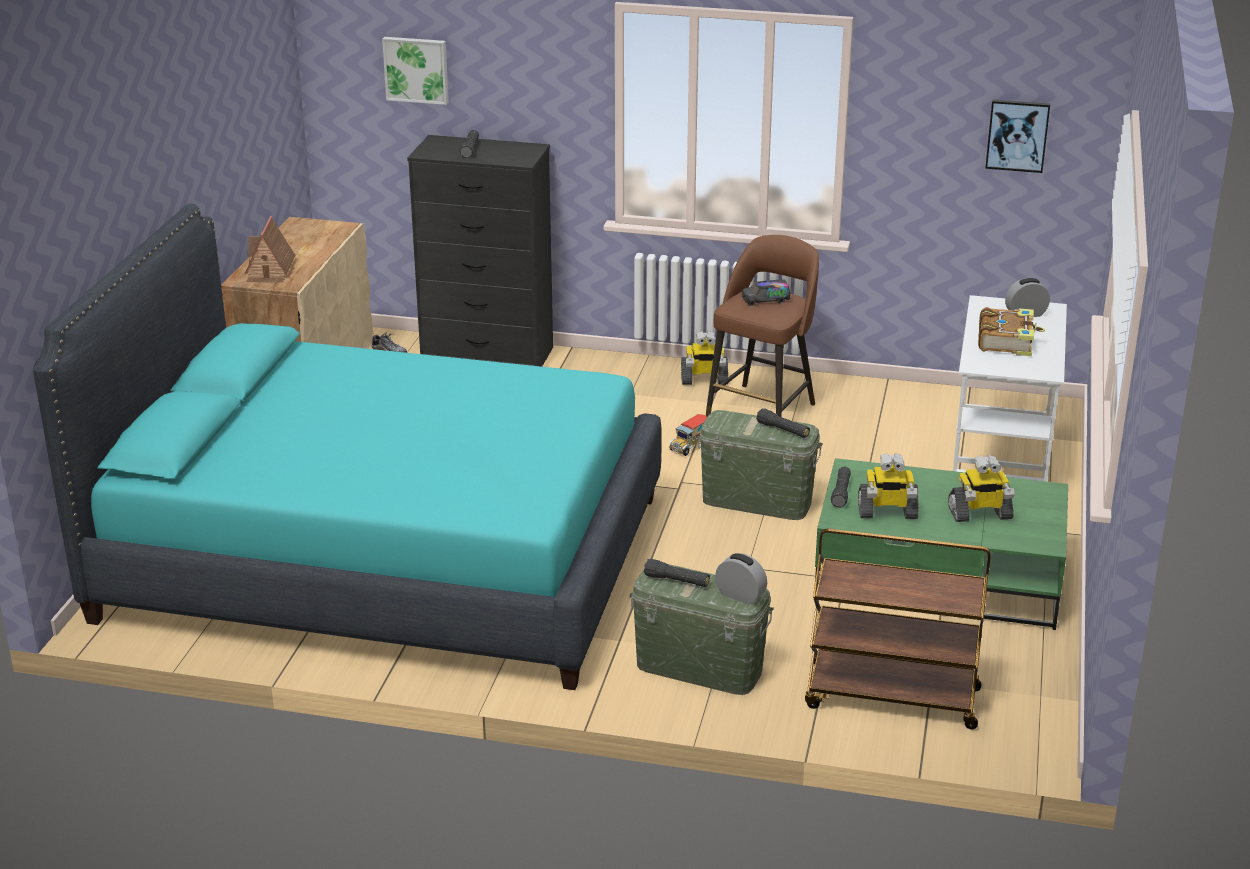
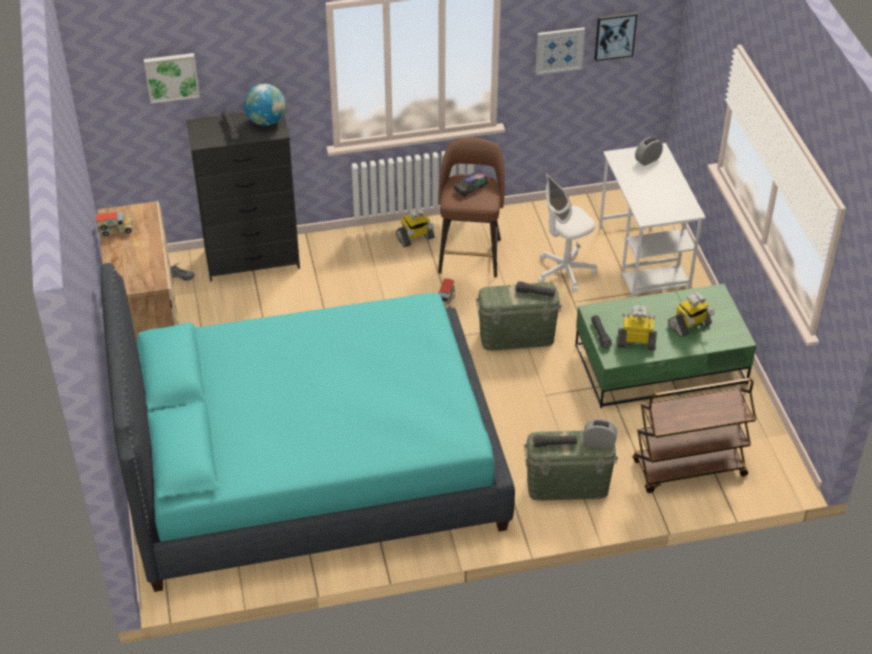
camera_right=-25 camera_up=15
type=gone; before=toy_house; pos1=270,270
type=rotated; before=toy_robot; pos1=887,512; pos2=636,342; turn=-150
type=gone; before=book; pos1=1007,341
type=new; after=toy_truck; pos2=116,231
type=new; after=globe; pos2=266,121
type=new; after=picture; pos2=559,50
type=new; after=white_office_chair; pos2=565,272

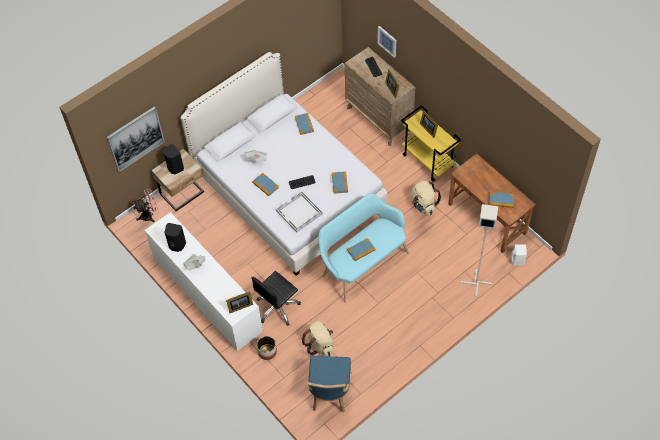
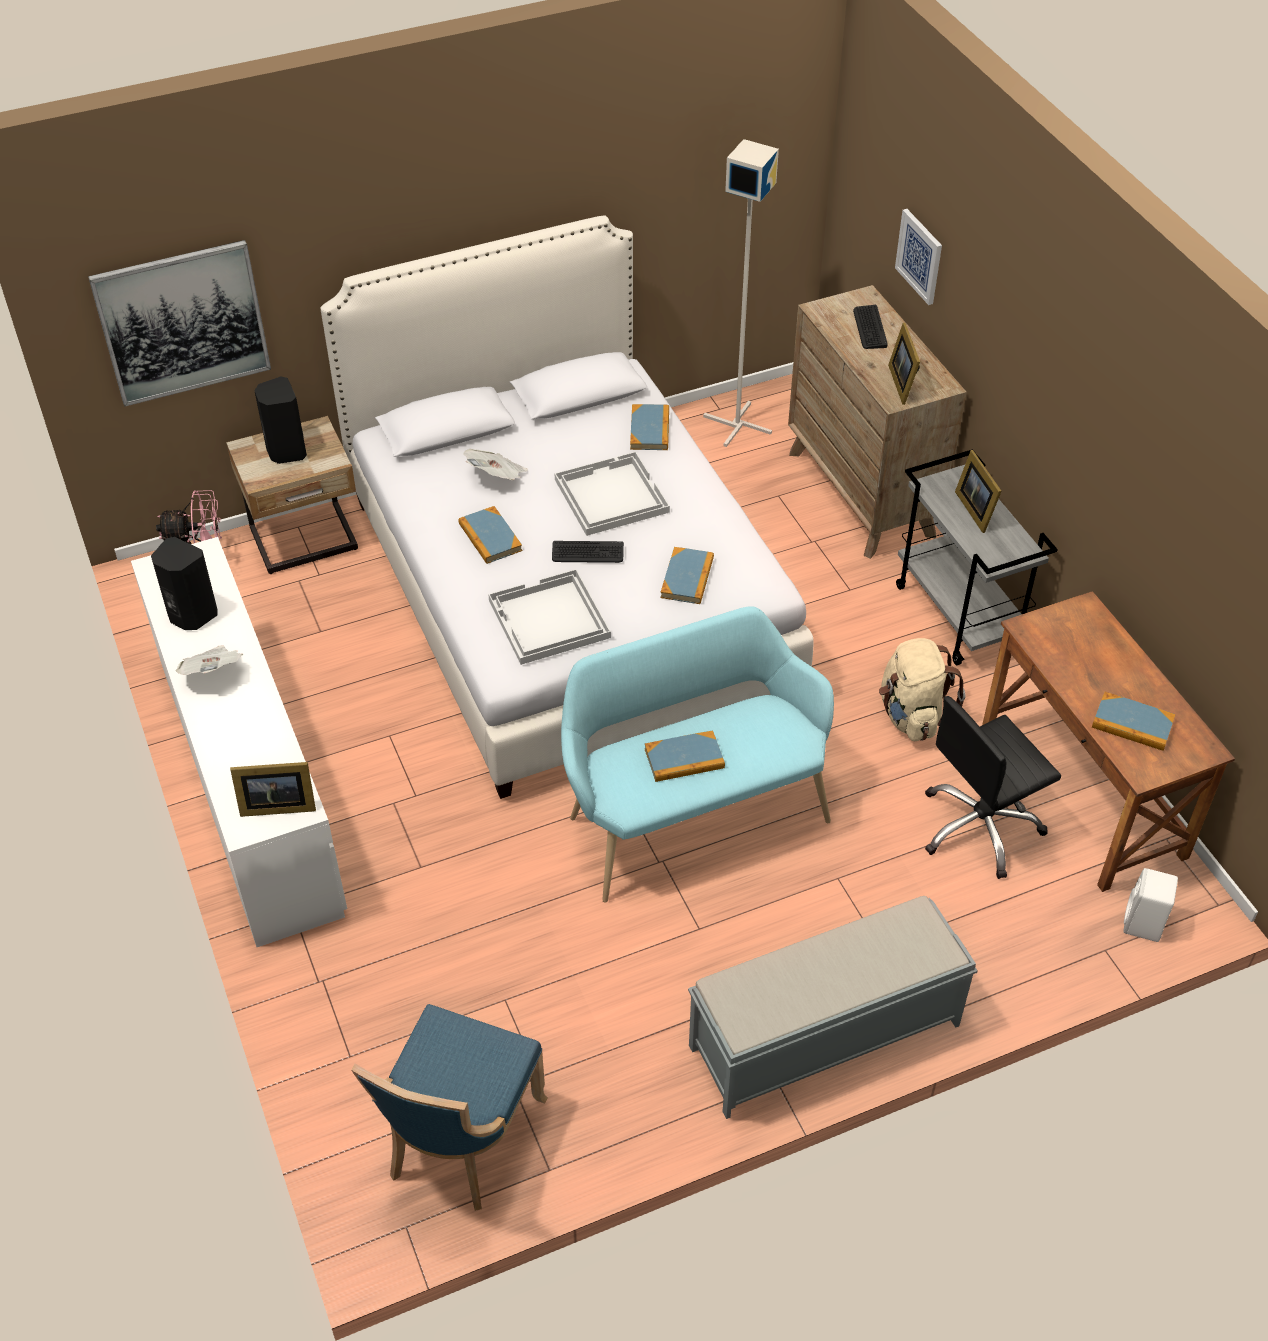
camera_right=15 camera_up=-10
type=shifted; before=black_office_chair; pos1=277,307; pos2=980,827
type=gone; before=planter; pos1=267,352
type=gone; before=beige_backpack; pos1=320,345
type=repainted; before=yellow_cart; after=grey_cart; pos1=428,161; pos2=960,615
type=shifted; before=grey_floor_lamp; pos1=476,282; pos2=737,424
type=new; after=white_tray; pos2=610,495
type=new; after=grey_bench; pos2=822,1036

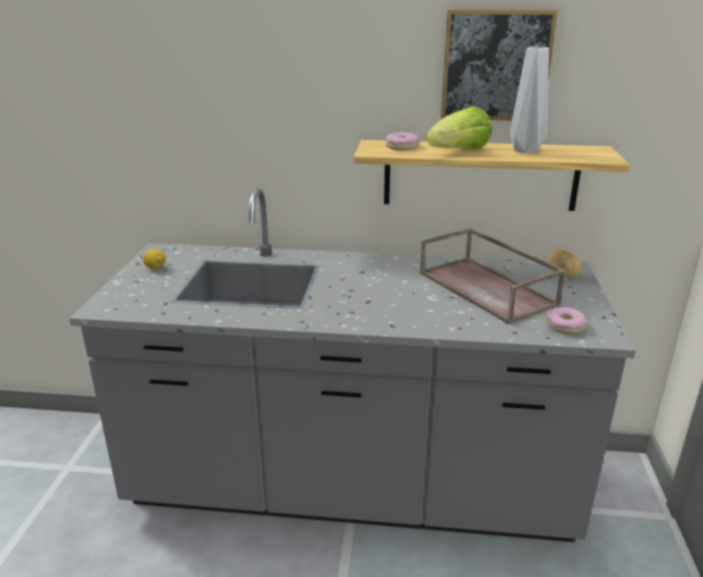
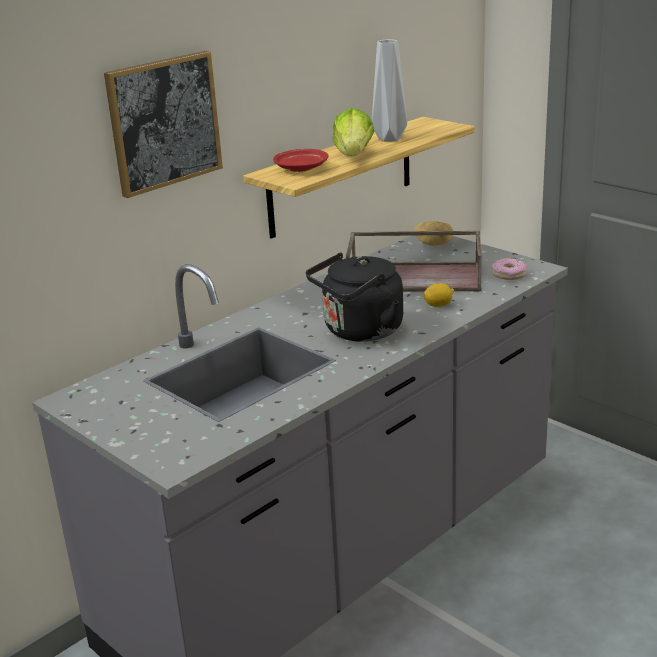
camera_right=-50 camera_up=0
type=shifted; before=lemon; pos1=155,268; pos2=438,305
type=swapped; before=donut; after=red_plate; pos1=402,147; pos2=301,168
type=shifted; before=picture; pos1=496,66; pos2=164,122
type=new; after=black_kettle; pos2=359,332

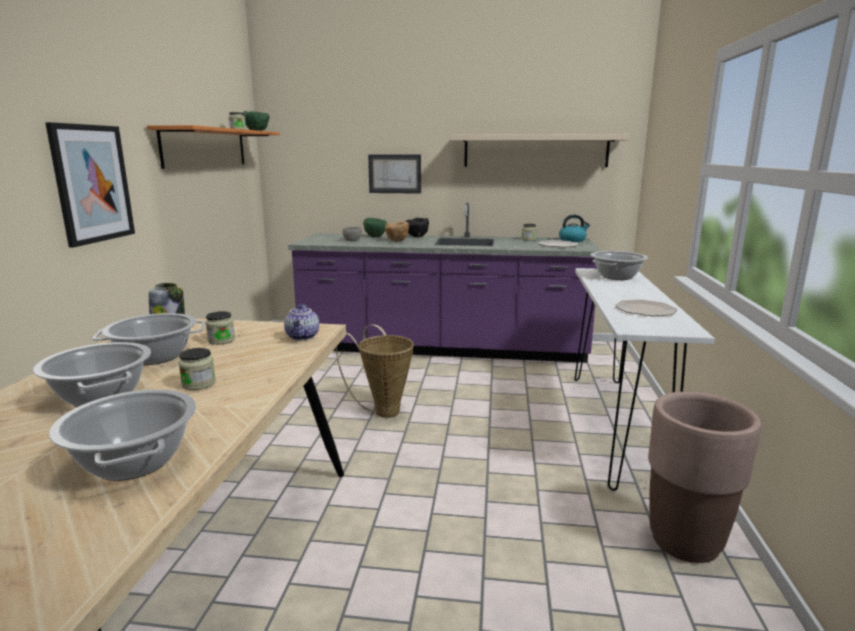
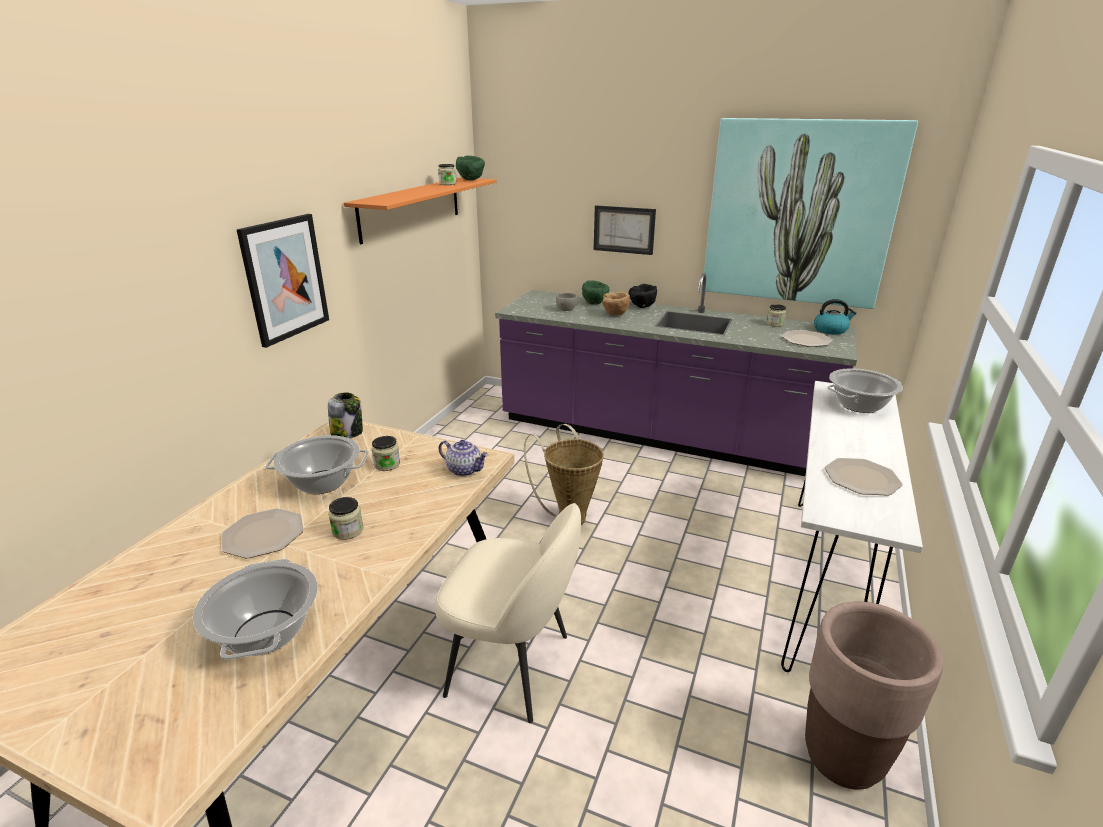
camera_right=15 camera_up=10
type=swapped; before=cooking_pot; after=plate; pos1=101,396; pos2=264,535
type=rotated; before=teapot; pos1=303,337; pos2=465,470; turn=-75
type=swapped; before=beige_shelf; after=picture; pos1=535,151; pos2=799,213
type=new; after=beige_chair; pos2=512,666

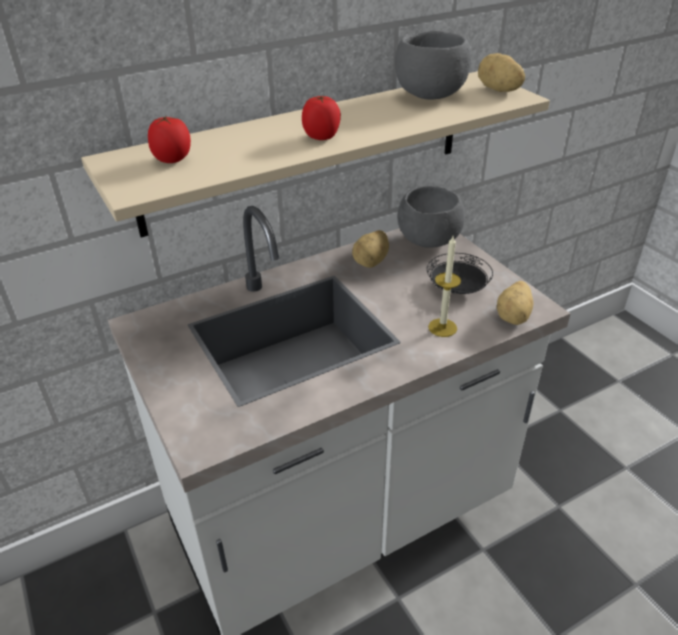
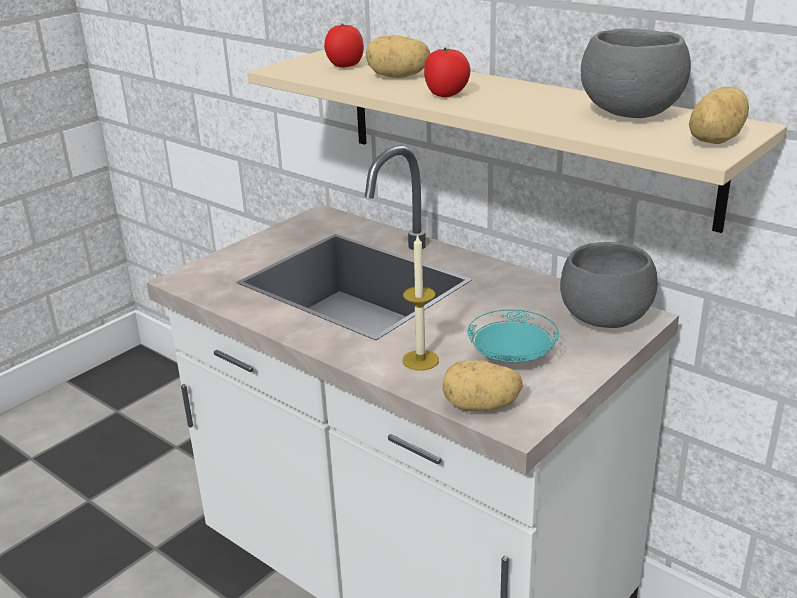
camera_right=70 camera_up=-10
type=shifted; before=potato; pos1=372,262; pos2=398,77
type=repainted; before=black_plate; after=turquoise_plate; pos1=457,288; pos2=512,357

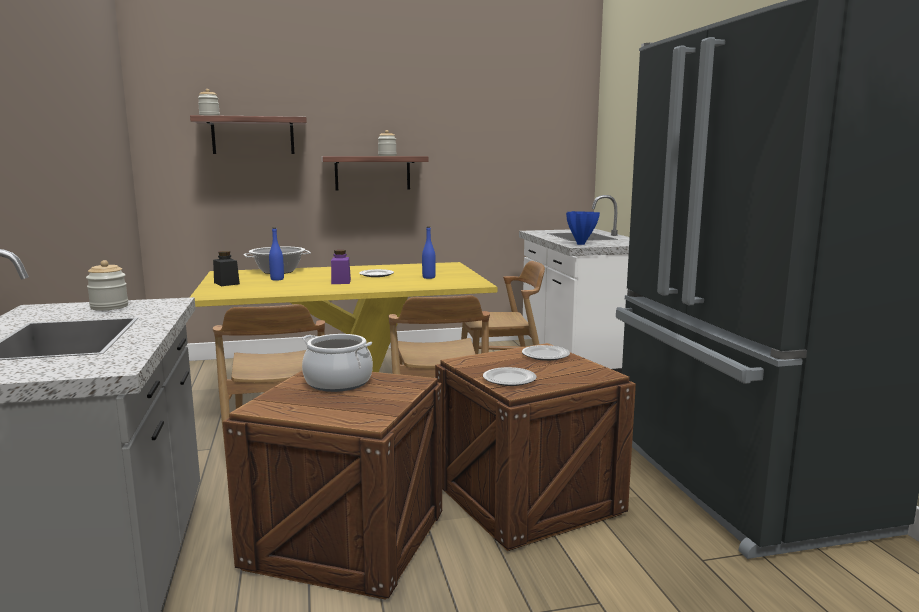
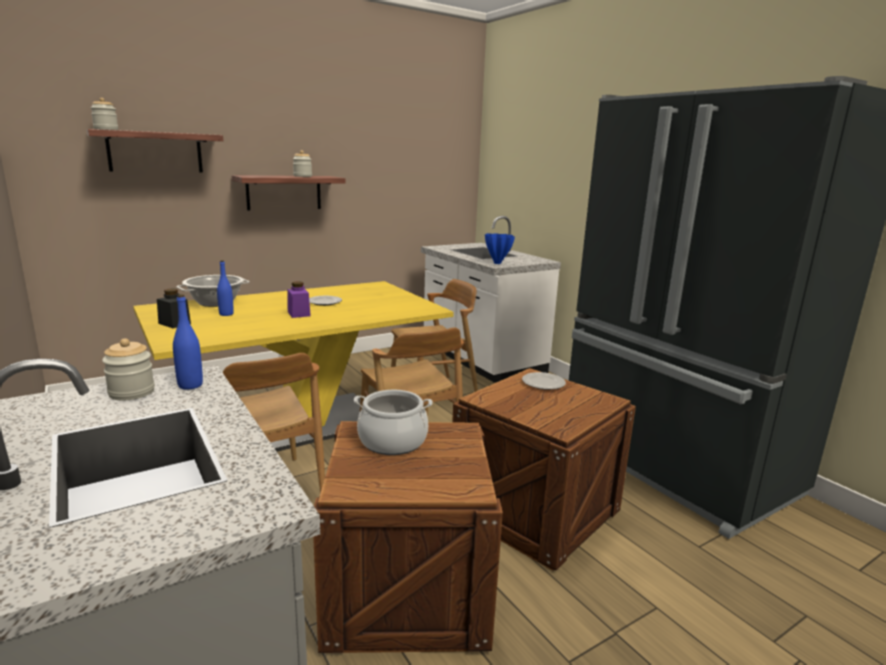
camera_right=-20 camera_up=5
type=shifted; before=blue_bottle; pos1=428,277; pos2=190,385
type=gone; before=plate; pos1=509,380

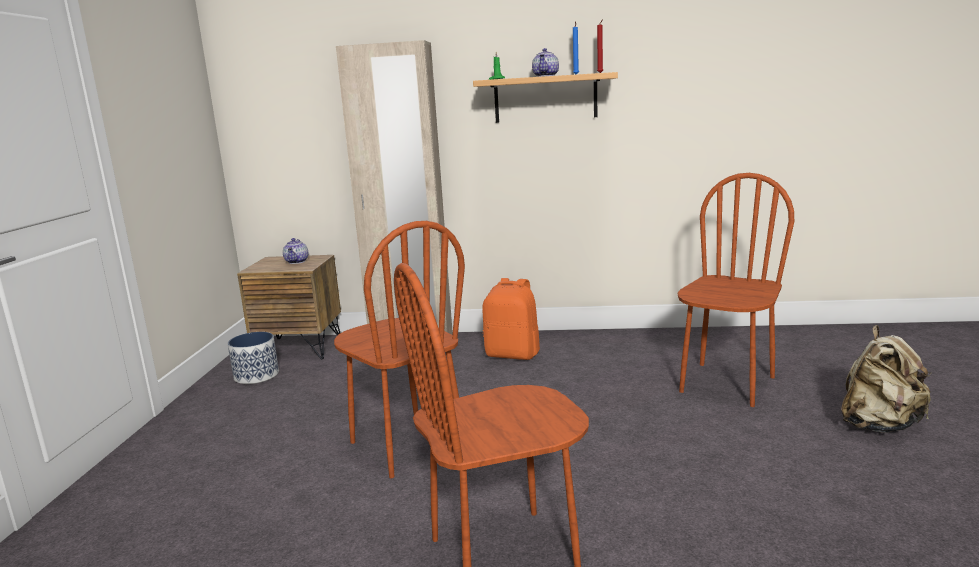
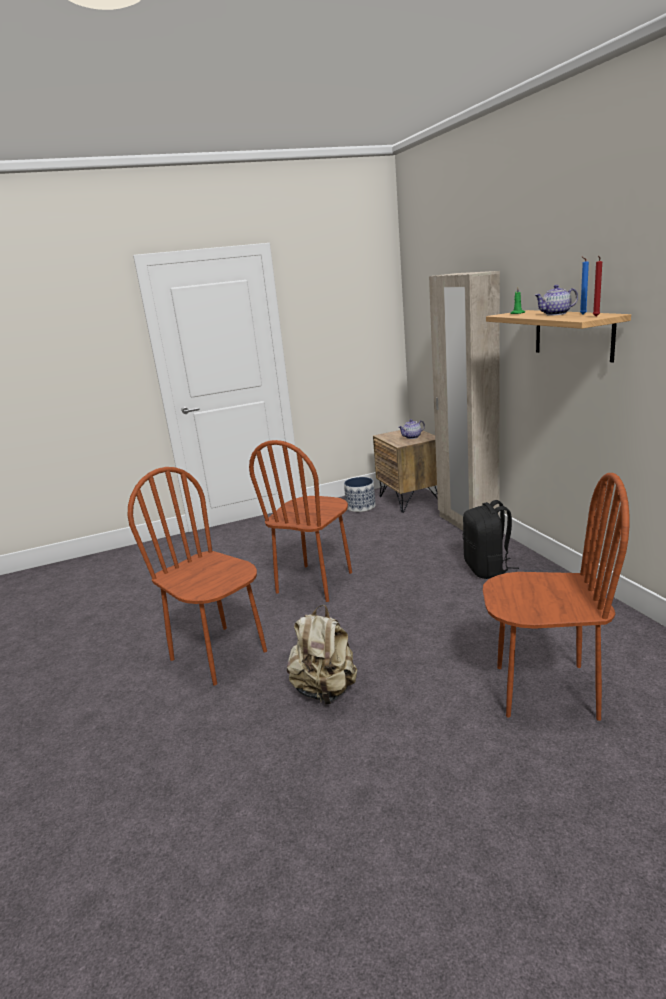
camera_right=65 camera_up=5
type=repainted; before=orange_backpack; after=black_backpack; pos1=513,354; pos2=487,569
type=shifted; before=beige_backpack; pos1=879,425; pos2=325,690

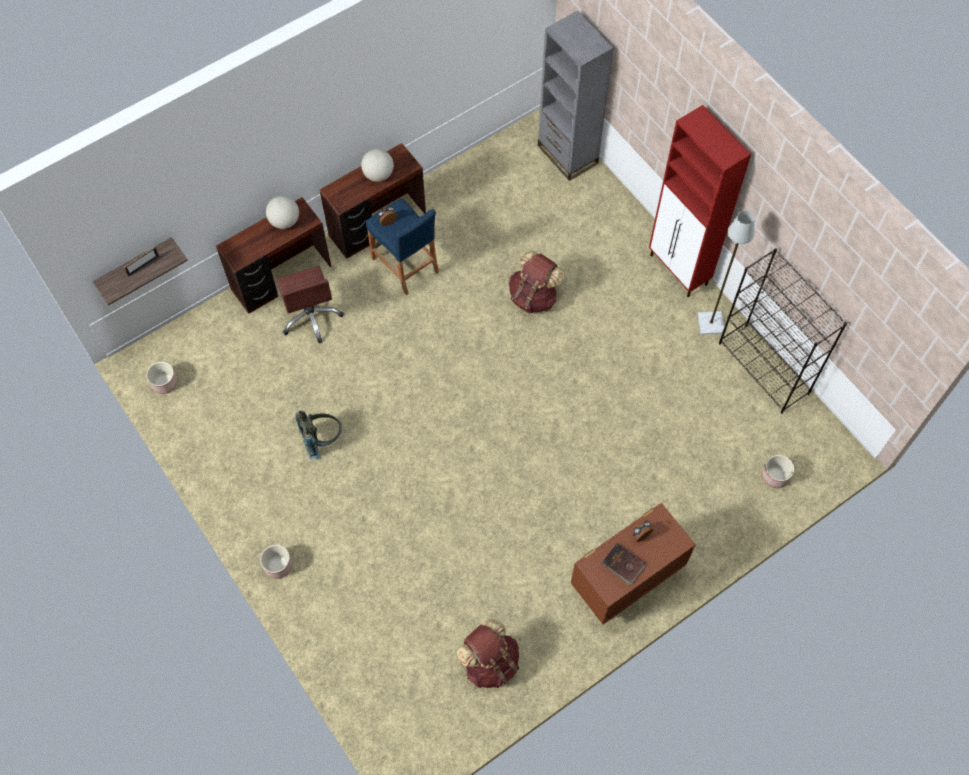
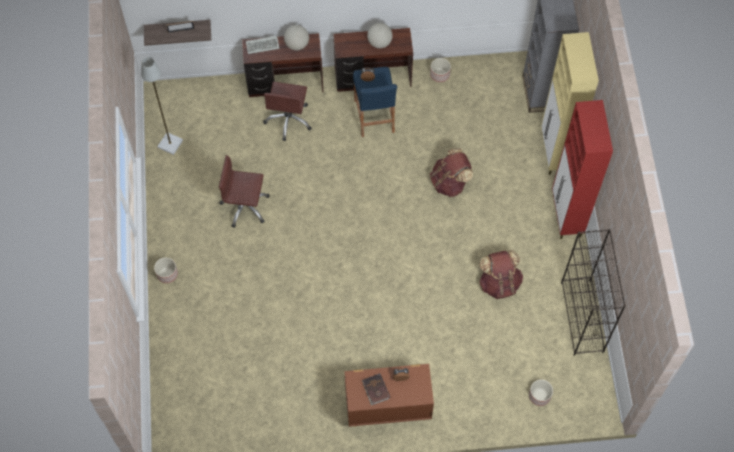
camera_right=30 camera_up=0
type=shifted; before=planter; pos1=165,382; pos2=440,74
type=swapped; before=grey_backpack; after=brown_office_chair; pos1=322,439; pos2=245,206
type=shifted; before=brown_backpack; pos1=490,662; pos2=499,283
type=shifted; before=grey_floor_lamp; pos1=710,323; pos2=170,143
type=new; after=keyboard; pos2=263,45
type=new; after=beige_cabinet; pos2=555,153

